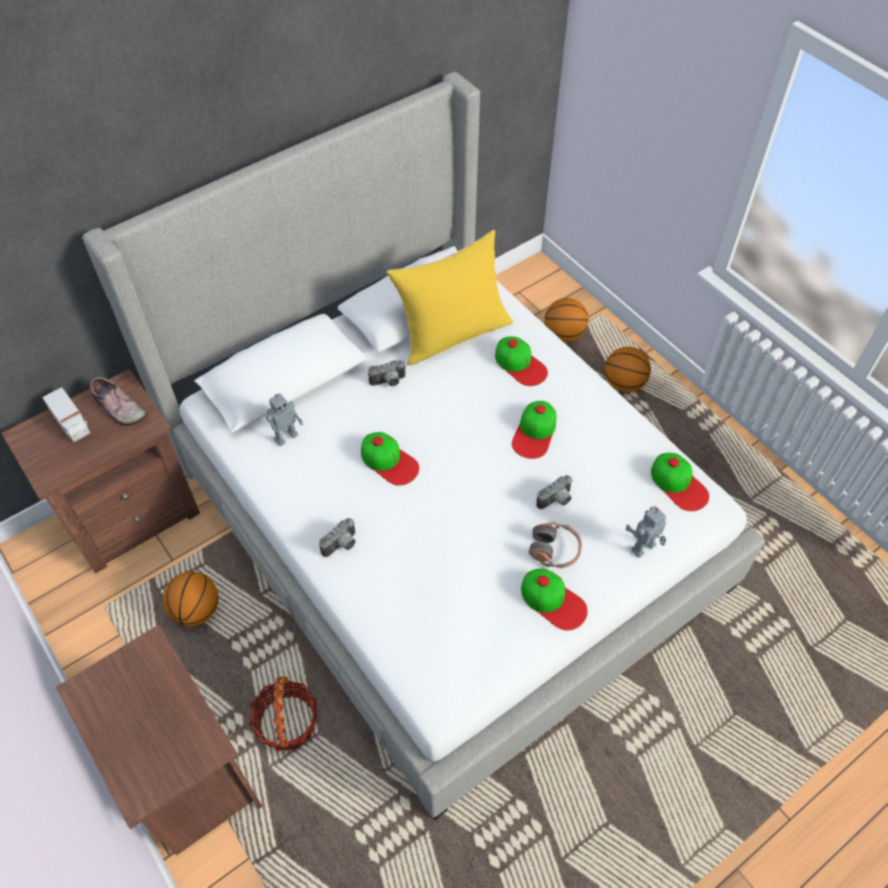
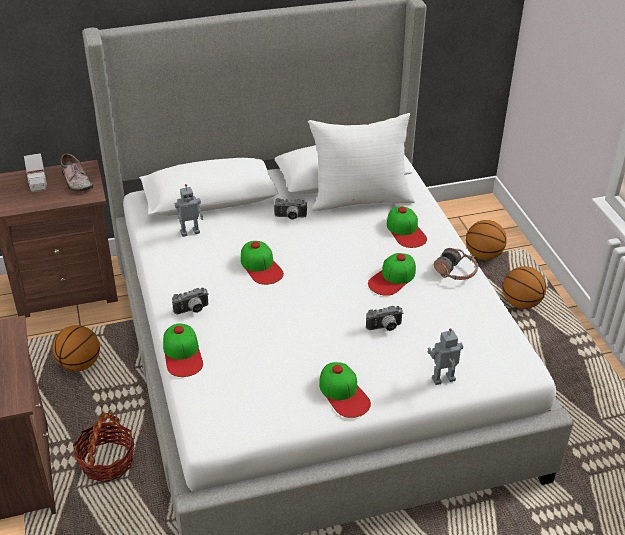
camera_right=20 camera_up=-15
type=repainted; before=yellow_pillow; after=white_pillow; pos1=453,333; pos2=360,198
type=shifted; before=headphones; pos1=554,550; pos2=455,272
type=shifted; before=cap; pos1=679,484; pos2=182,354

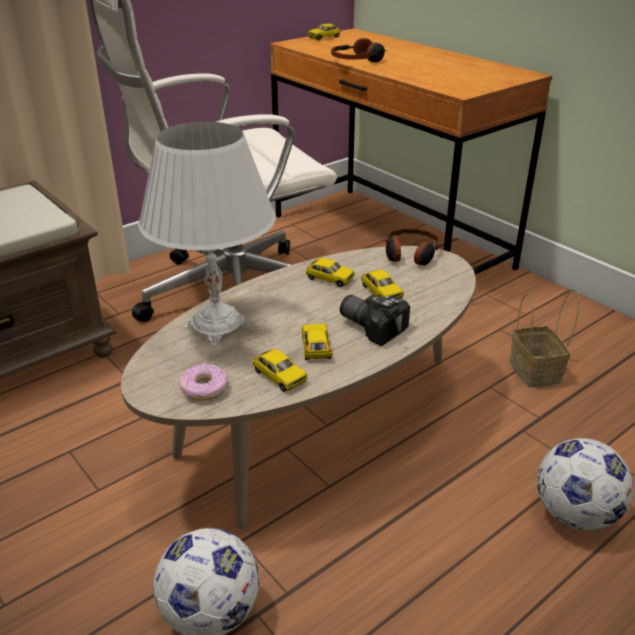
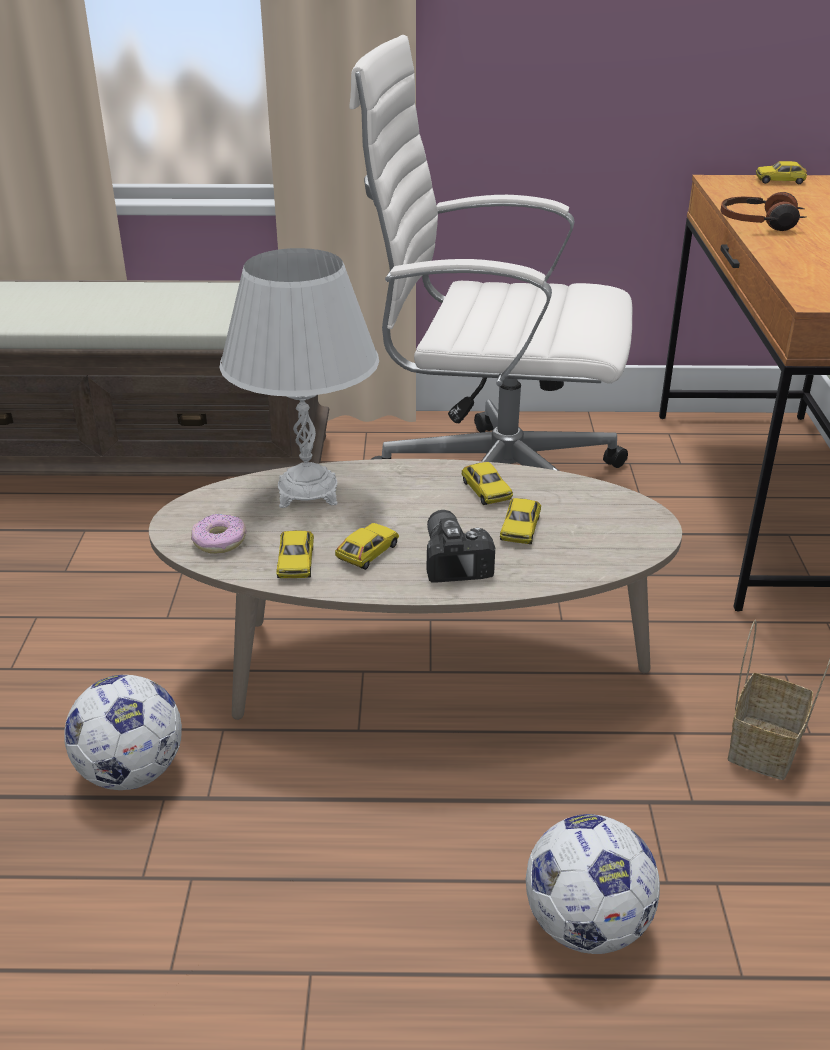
camera_right=40 camera_up=0
type=gone; before=headphones; pos1=410,254

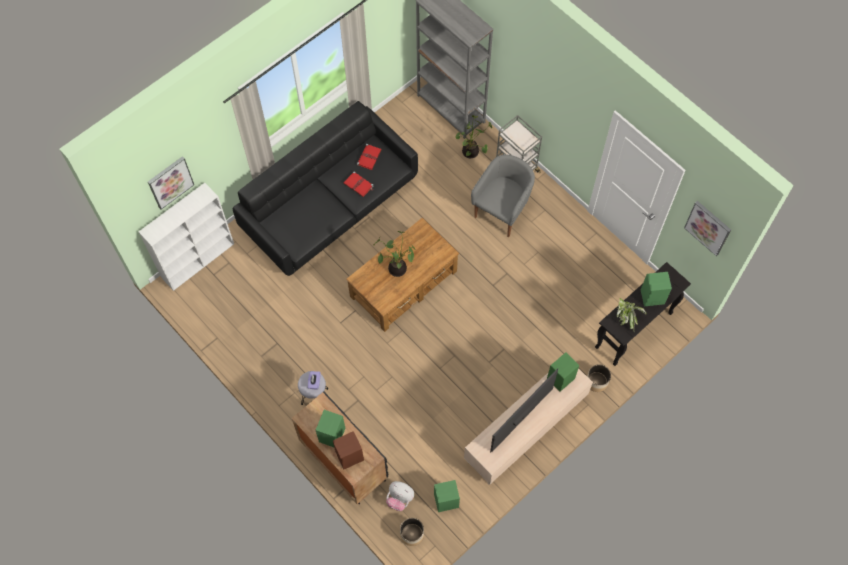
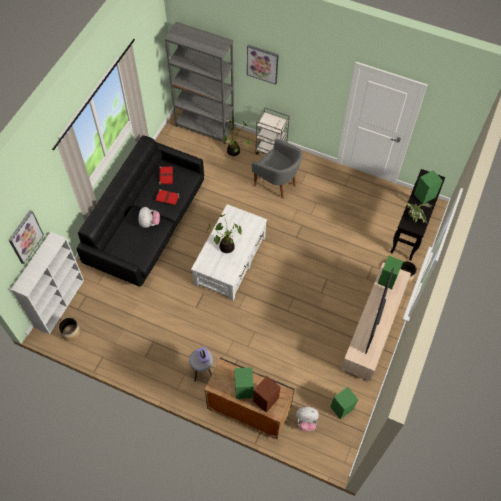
camera_right=-25 camera_up=-5
type=repainted; before=brown_coffee_table; after=white_coffee_table; pos1=404,283; pos2=230,260
type=shifted; before=planter; pos1=411,534; pos2=71,332
type=rotated; before=grey_armchair; pos1=502,211; pos2=277,184; turn=120
type=shifted; before=picture; pos1=708,227; pos2=262,64
type=new; after=plush_toy; pos2=149,223

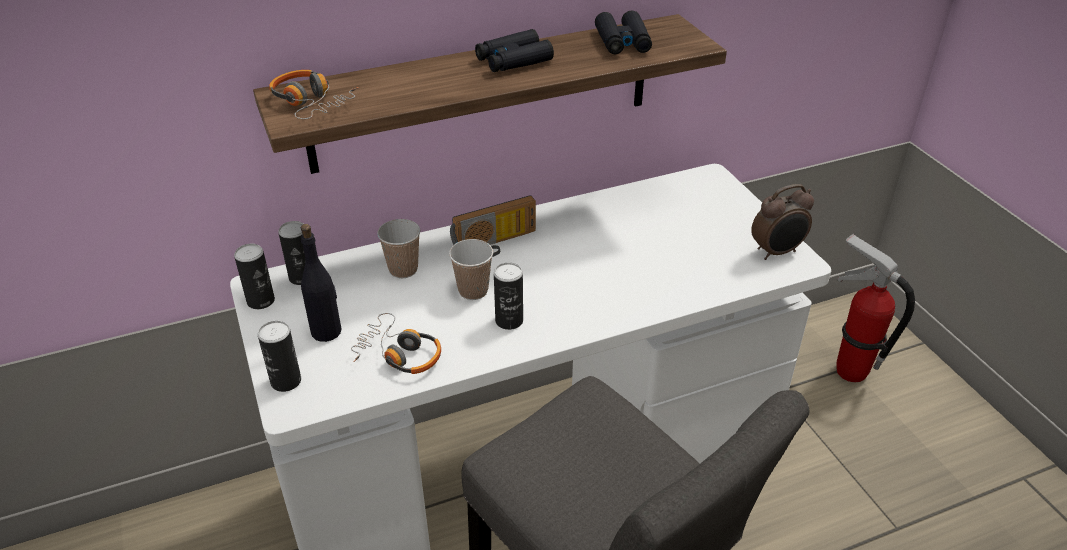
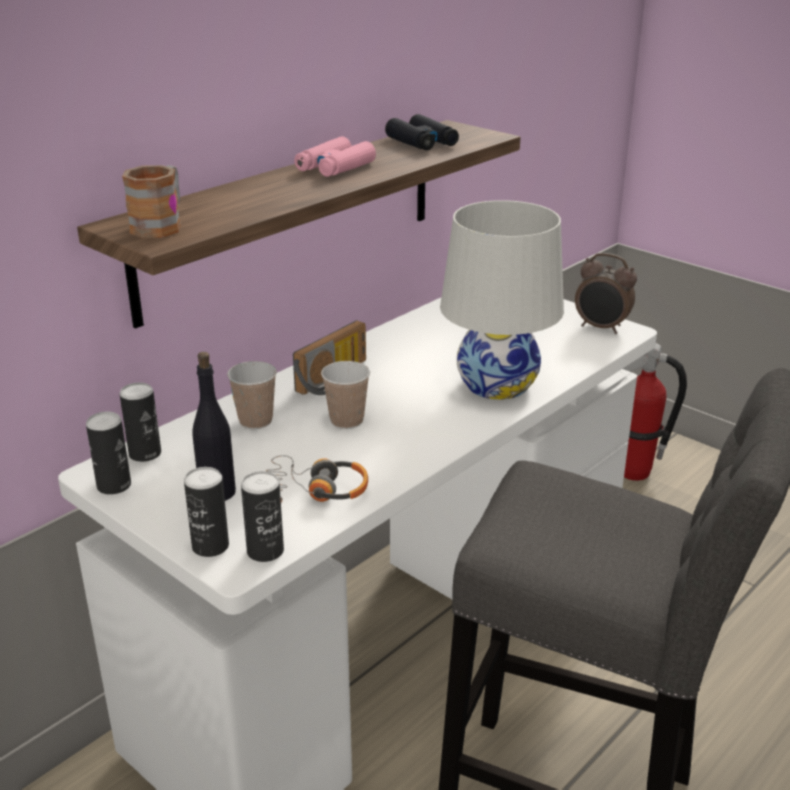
camera_right=-25 camera_up=-10
type=swapped; before=headphones; after=mug; pos1=311,102; pos2=161,225
type=repainted; before=black_binoculars; after=pink_binoculars; pos1=513,60; pos2=334,167
type=shifted; before=can; pos1=509,321; pos2=265,551
type=rotated; before=alarm_clock; pos1=777,252; pos2=601,328; turn=75
type=new; after=white_table_lamp; pos2=496,384

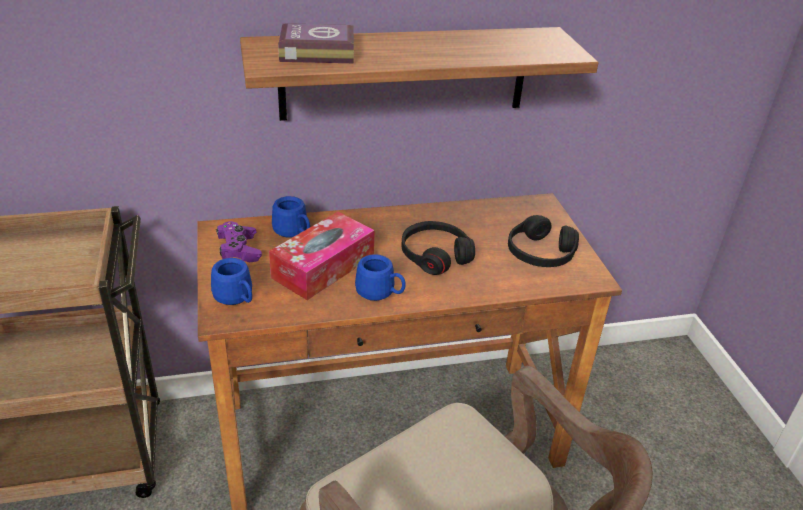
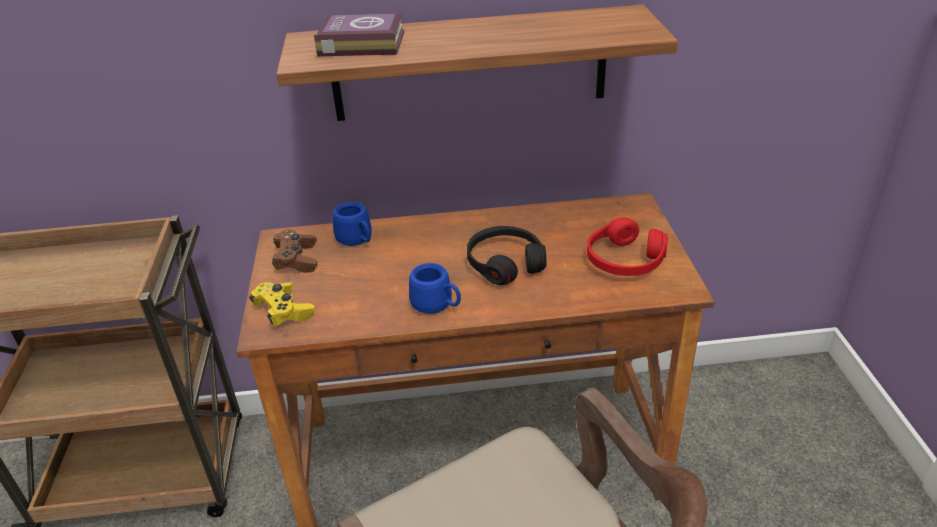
camera_right=10 camera_up=0
type=swapped; before=blue_mug; after=yellow_game_controller; pos1=236,299; pos2=284,312
type=repainted; before=purple_game_controller; after=brown_game_controller; pos1=239,250; pos2=297,260
type=gone; before=tissue_box; pos1=323,267
type=repainted; before=black_headphones; after=red_headphones; pos1=540,253; pos2=624,260

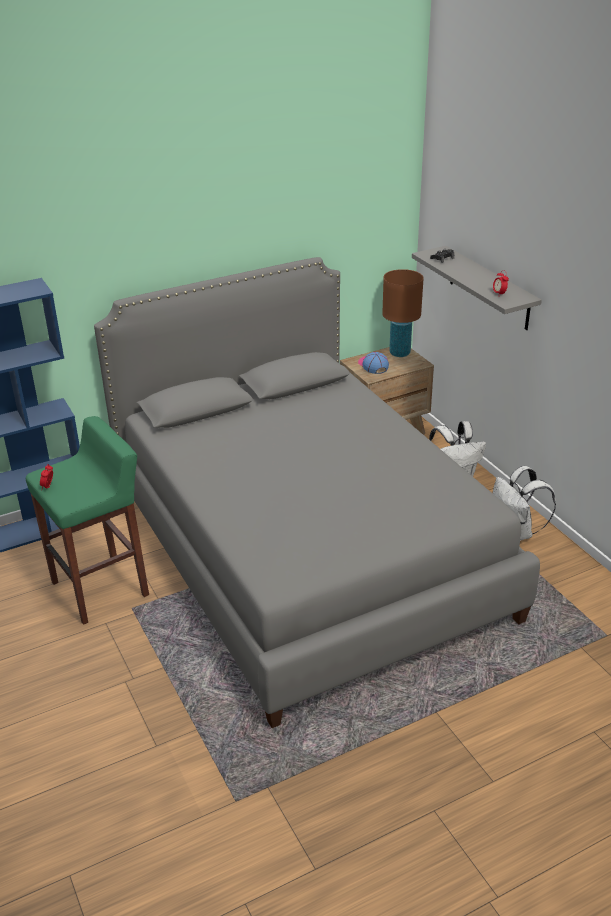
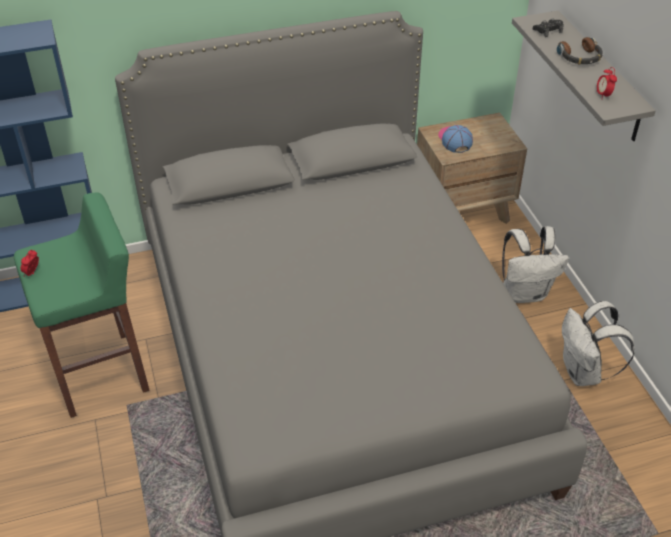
camera_right=10 camera_up=10
type=gone; before=brown_table_lamp; pos1=400,353
type=new; after=headphones; pos2=580,57

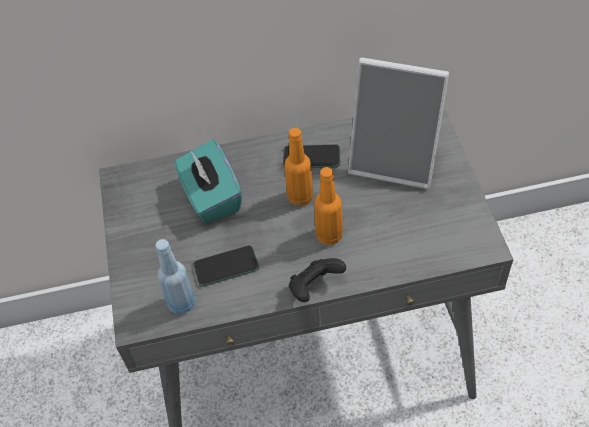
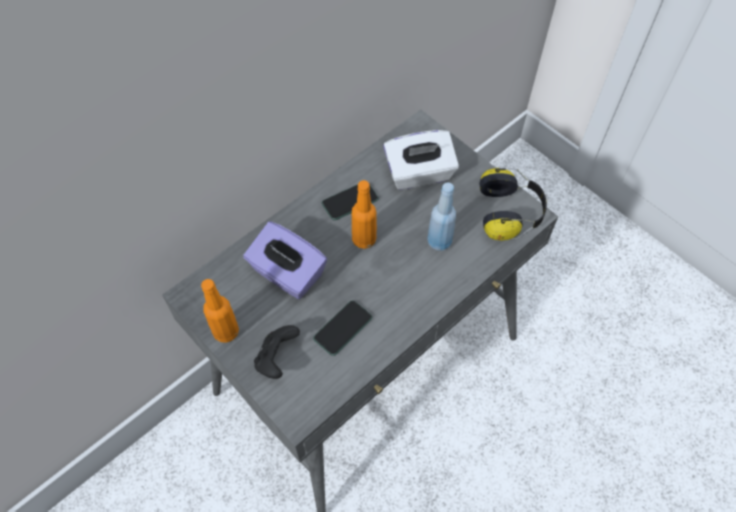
camera_right=-35 camera_up=5
type=shifted; before=blue_bottle; pos1=182,303; pos2=439,241
type=repainted; before=turquoise_tissue_box; after=purple_tissue_box; pos1=211,197; pos2=287,274
type=shifted; before=black_game_controller; pos1=314,287; pos2=277,359
type=shifted; before=orange_bottle; pos1=329,235; pos2=226,332
type=swapped; before=picture_frame; after=white_tissue_box; pos1=395,159; pos2=419,174
type=new; after=headphones; pos2=510,213

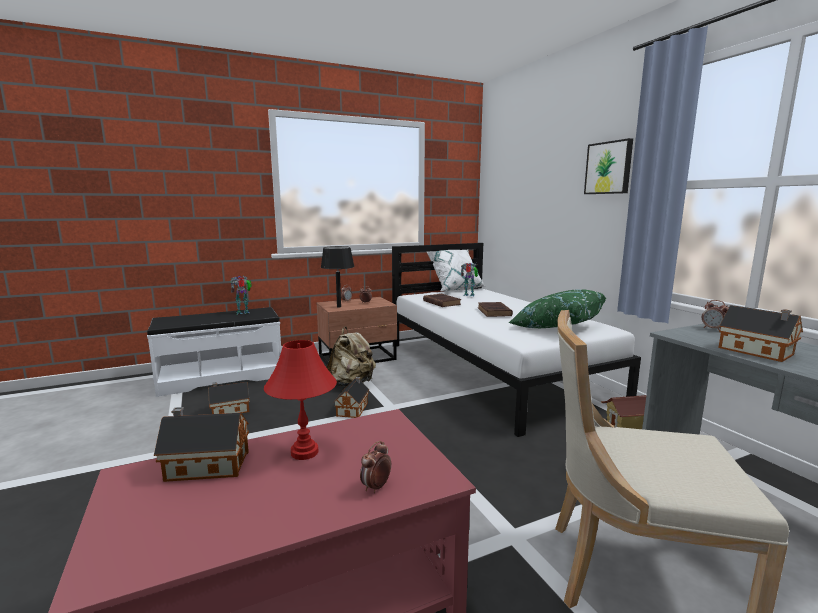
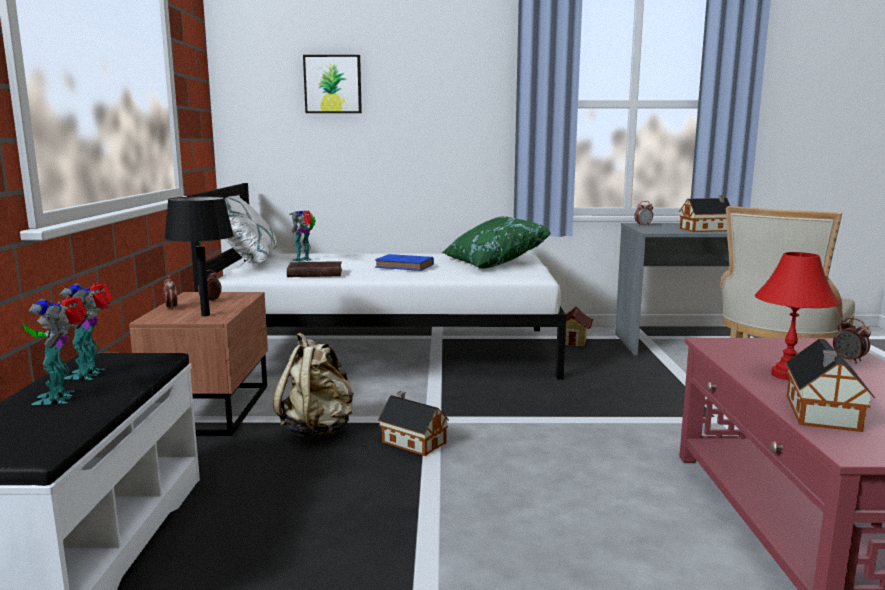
camera_right=-65 camera_up=0
type=gone; before=toy_house; pos1=229,410
type=repainted; before=brown_book; after=blue_book; pos1=494,312; pos2=406,266
type=shifted; before=picture; pos1=609,168; pos2=333,84
type=new; after=toy_robot; pos2=60,397

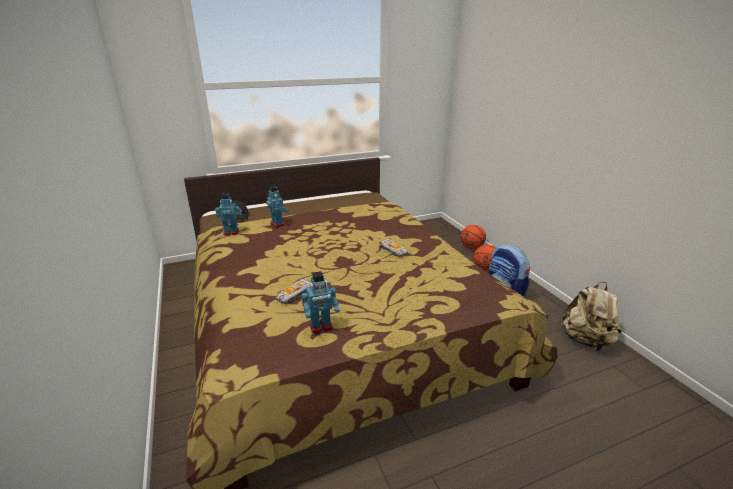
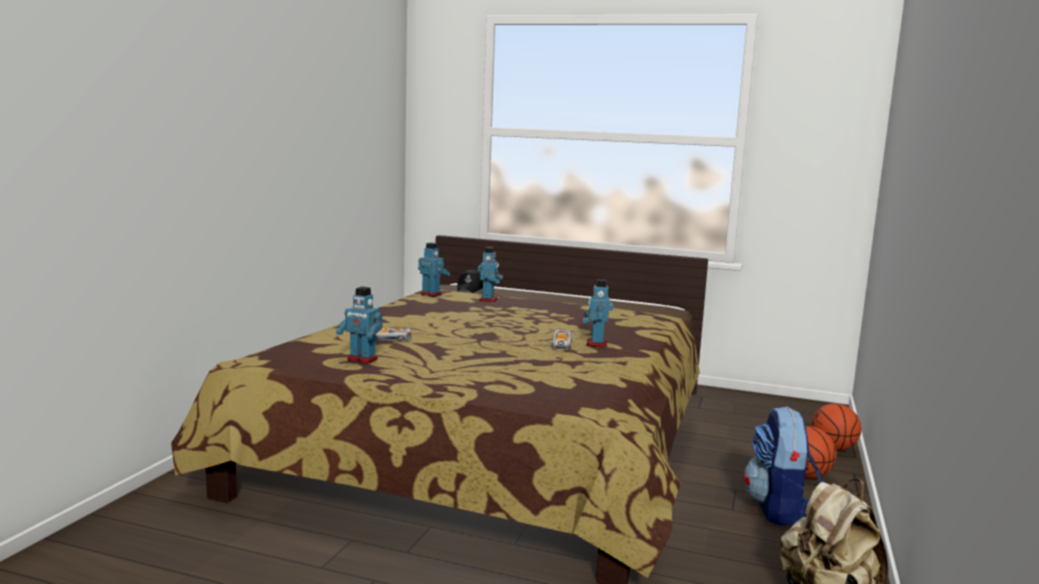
camera_right=40 camera_up=-15
type=new; after=toy_robot; pos2=596,344

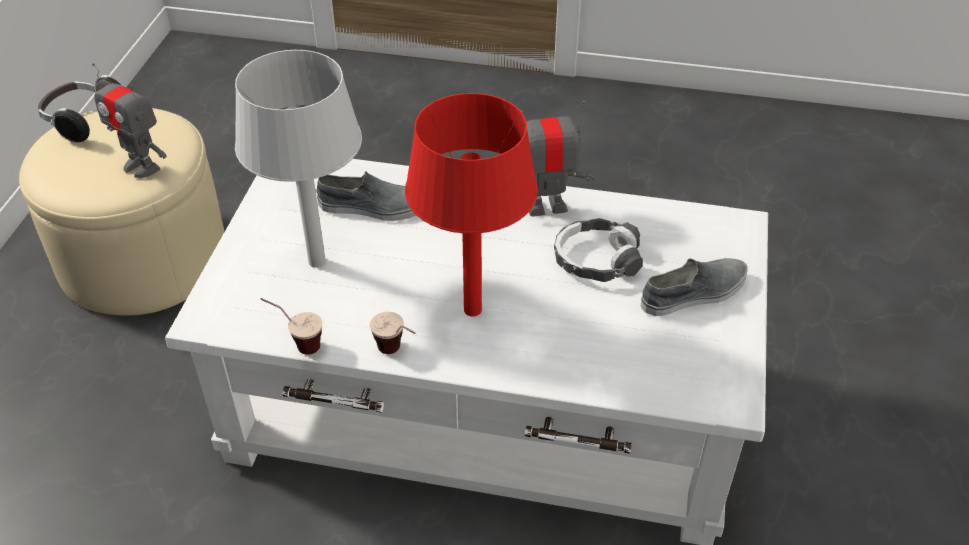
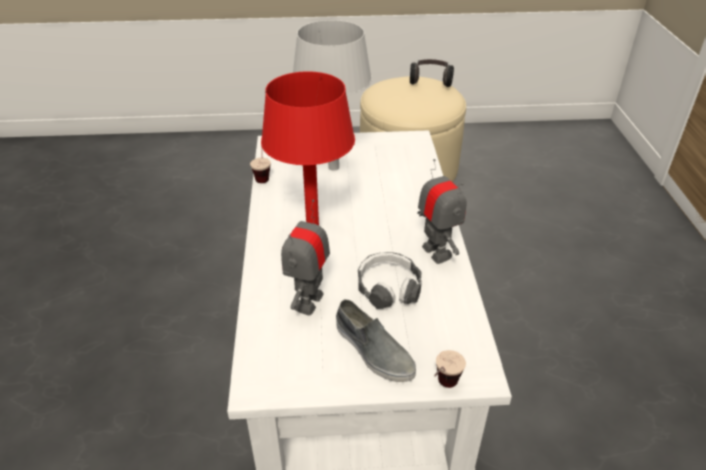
camera_right=75 camera_up=-5
type=shifted; before=toy_robot; pos1=141,167; pos2=308,301
type=gone; before=grey_shoe; pos1=373,207
type=shifted; before=cup; pos1=397,354; pos2=442,388

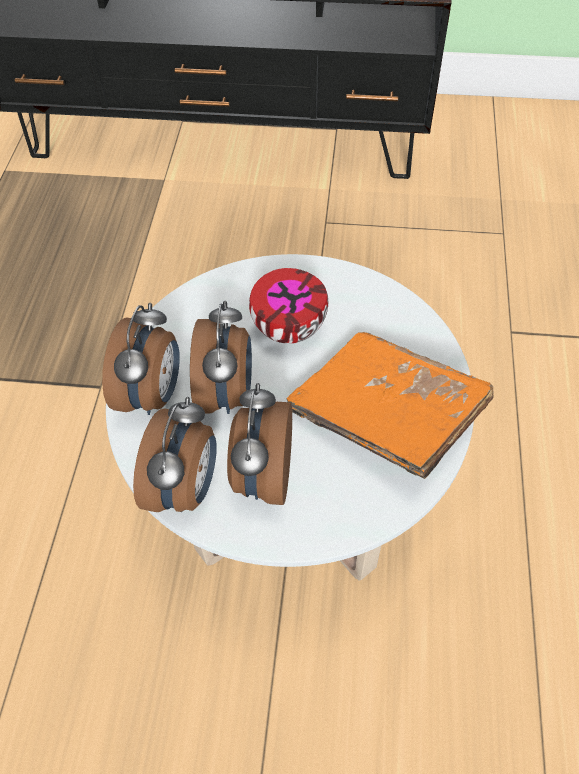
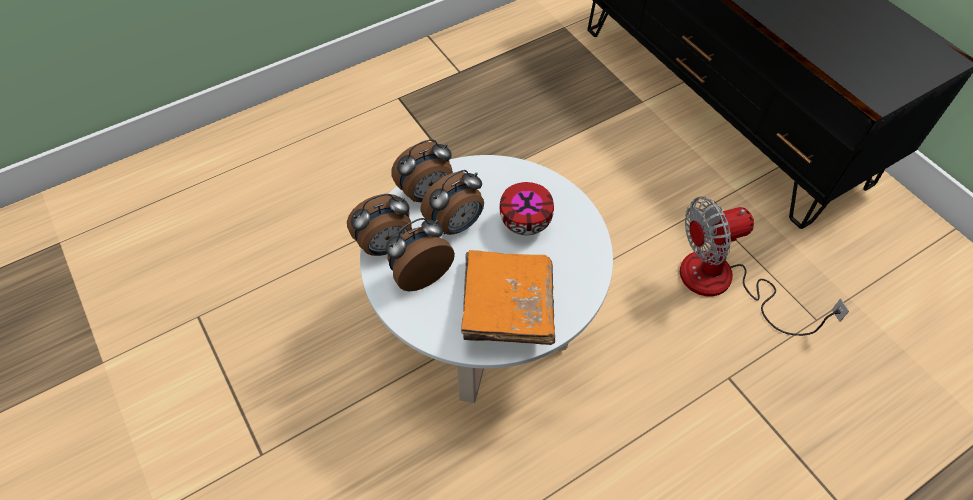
camera_right=50 camera_up=0
type=new; after=fan; pos2=724,284

